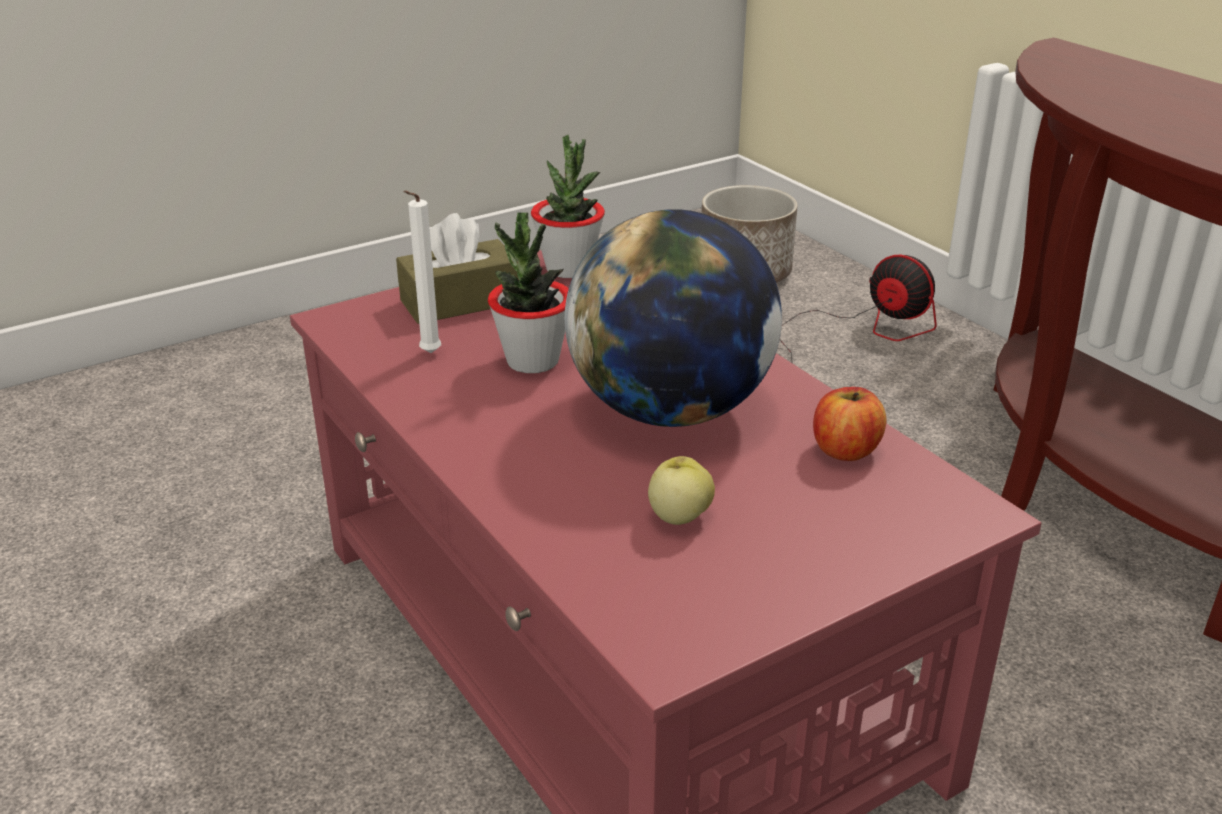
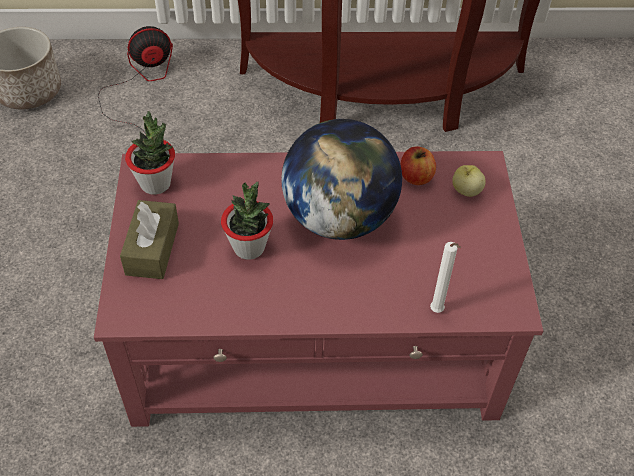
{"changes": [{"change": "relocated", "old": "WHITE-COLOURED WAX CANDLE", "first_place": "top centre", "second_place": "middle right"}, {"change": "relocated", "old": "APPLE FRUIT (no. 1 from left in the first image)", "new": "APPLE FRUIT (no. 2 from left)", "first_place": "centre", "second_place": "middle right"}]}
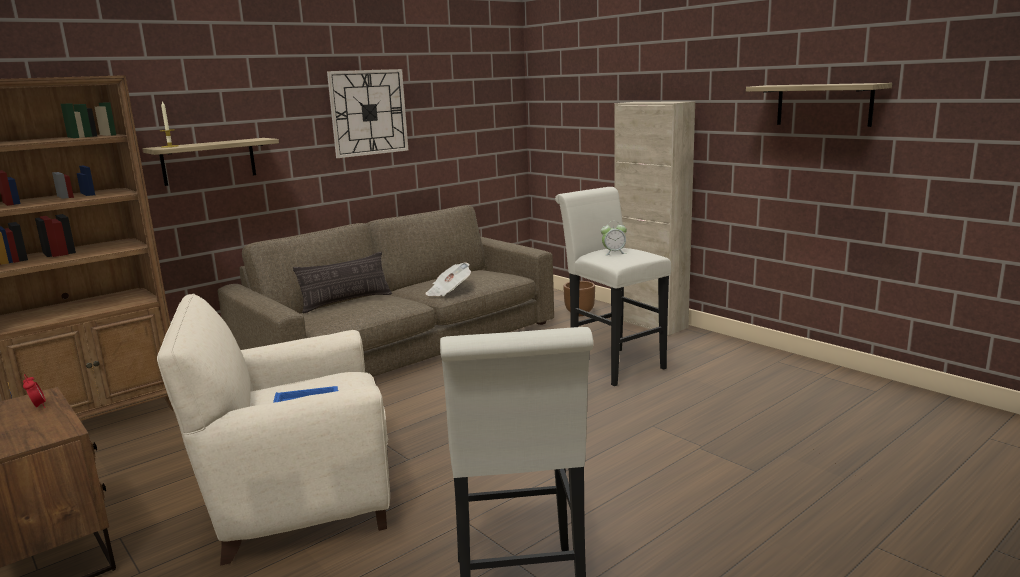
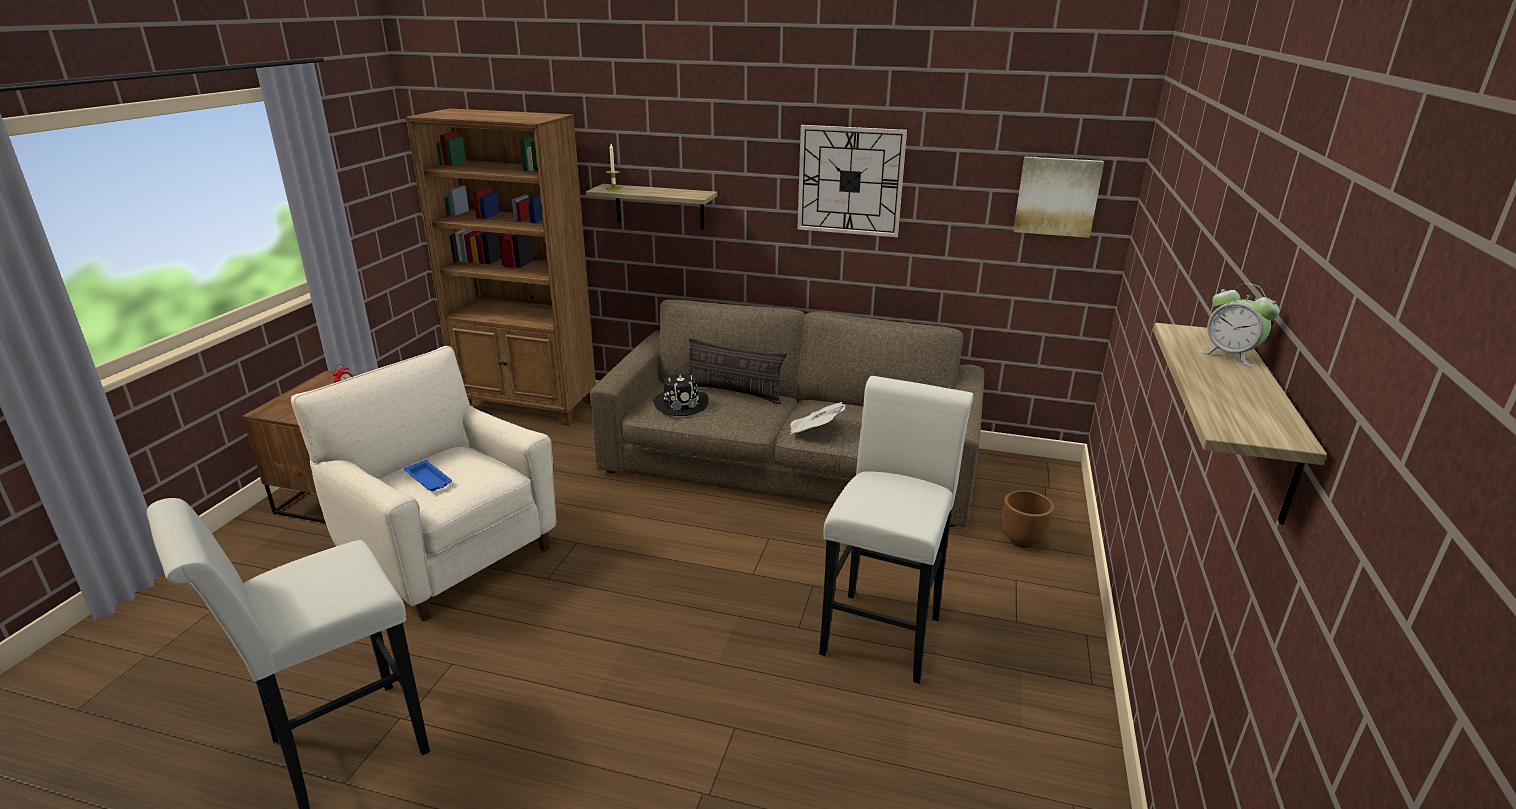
{"changes": [{"change": "missing", "old": "SAND-COLOURED STORAGE CABINET", "first_place": "centre"}, {"change": "appeared", "new": "BLACK CLOTHING HAT", "second_place": "centre"}, {"change": "appeared", "new": "WALL ART", "second_place": "top right"}, {"change": "relocated", "old": "ALARM CLOCK (no. 2 from left)", "first_place": "centre", "second_place": "middle right"}]}
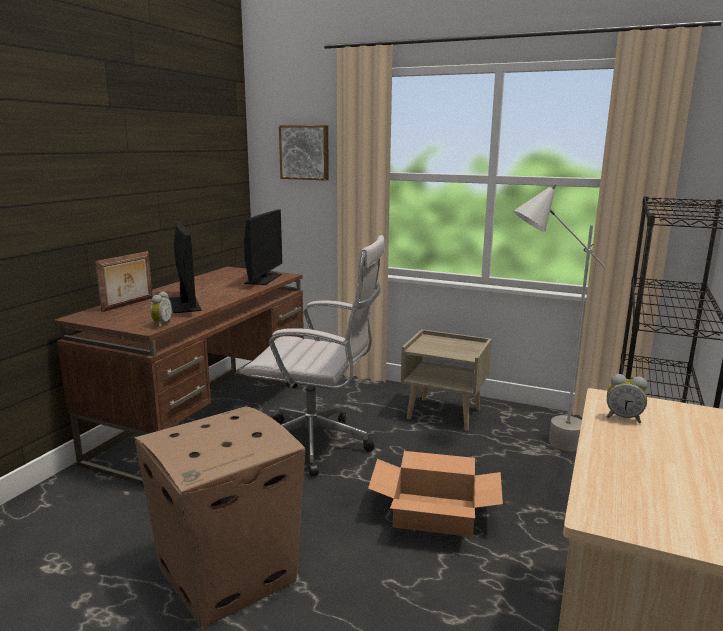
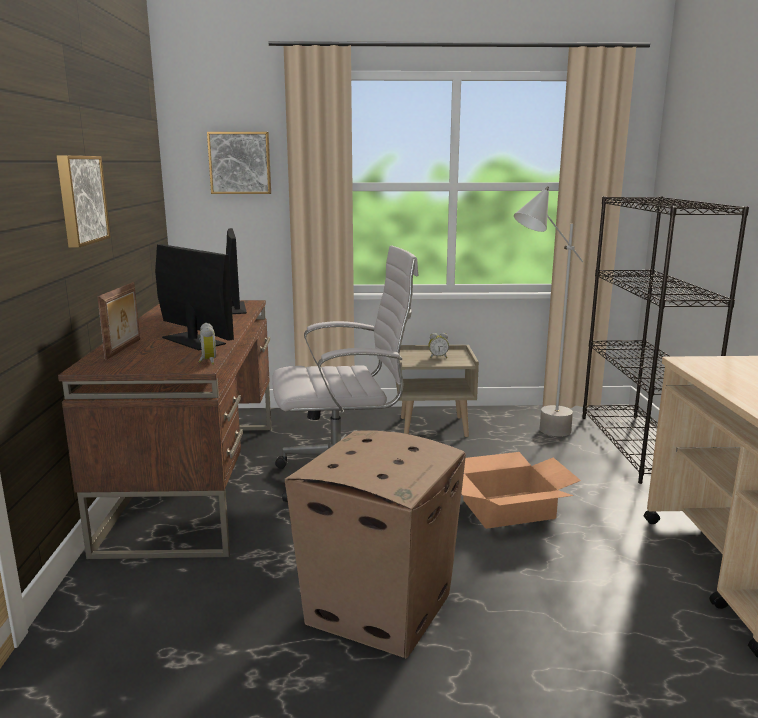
{"changes": [{"change": "appeared", "new": "WALL ART (no. 1 from left)", "second_place": "top left"}, {"change": "relocated", "old": "ALARM CLOCK (no. 2 from left)", "first_place": "middle right", "second_place": "centre"}]}
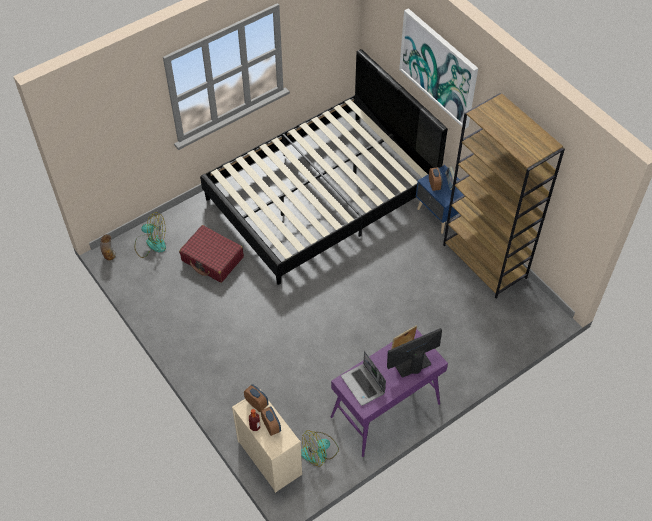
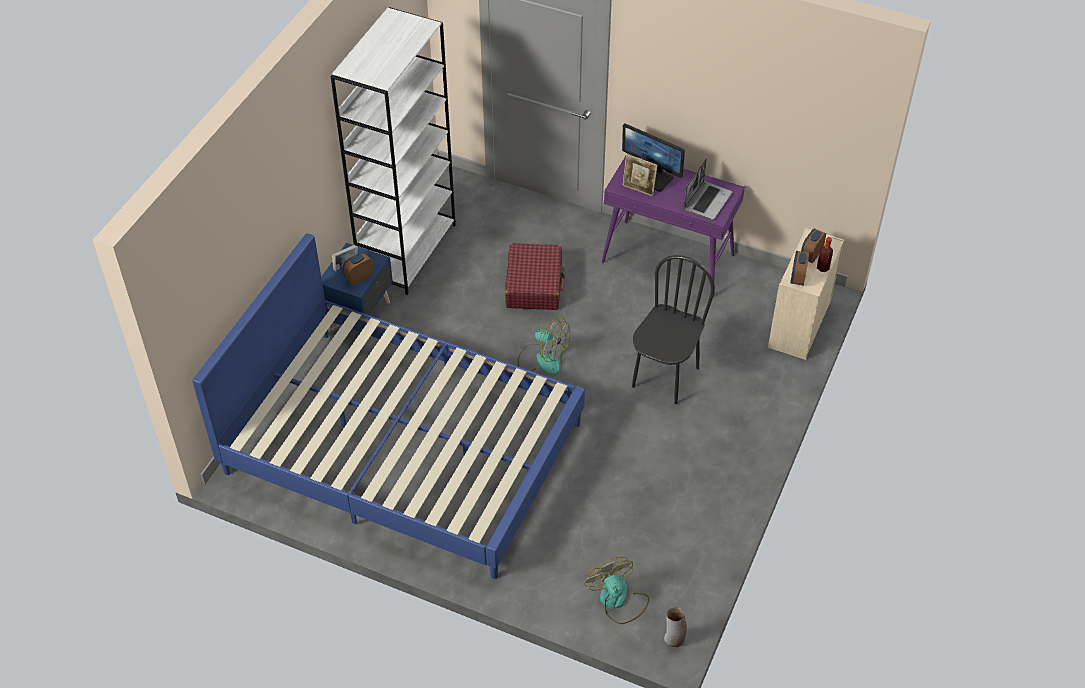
{"changes": [{"change": "missing", "old": "WALL ART", "first_place": "top right"}, {"change": "appeared", "new": "BLACK UPRIGHT CHAIR", "second_place": "centre"}, {"change": "relocated", "old": "RED SUITCASE", "first_place": "middle left", "second_place": "centre"}, {"change": "relocated", "old": "COOLING FAN (no. 2 from left in the first image)", "new": "COOLING FAN (no. 1 from left)", "first_place": "bottom centre", "second_place": "centre"}, {"change": "colour", "old": "BLACK BED", "new": "BLUE BED", "first_place": "top centre", "second_place": "centre"}, {"change": "colour", "old": "BROWN SHELVING UNIT", "new": "WHITE-COLOURED SHELVING UNIT", "first_place": "middle right", "second_place": "top centre"}]}
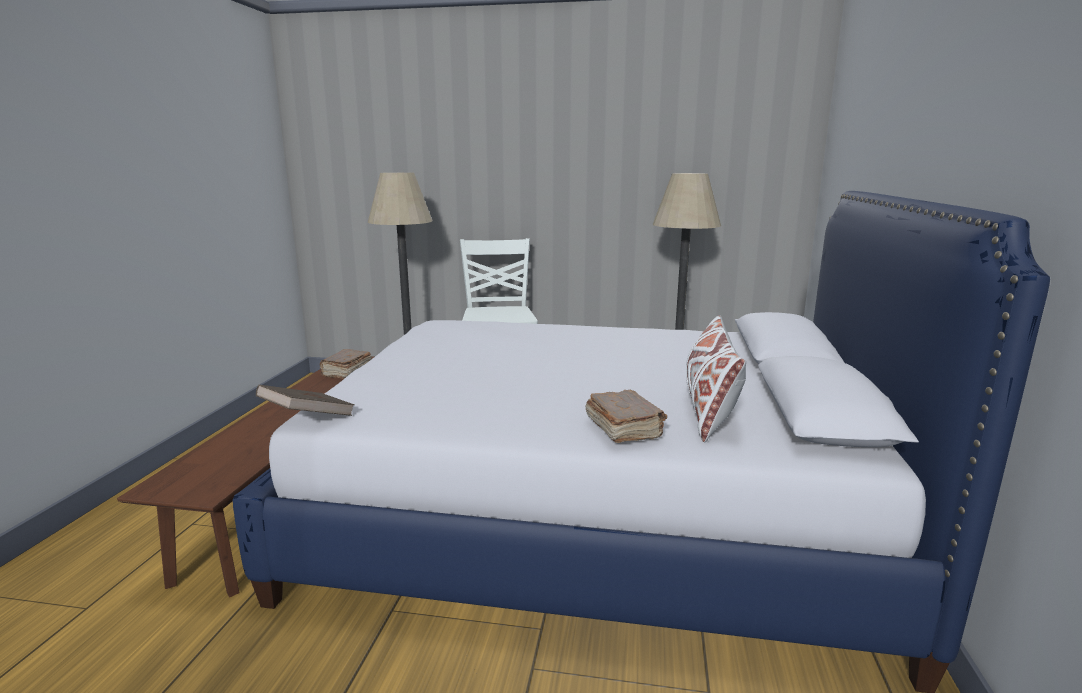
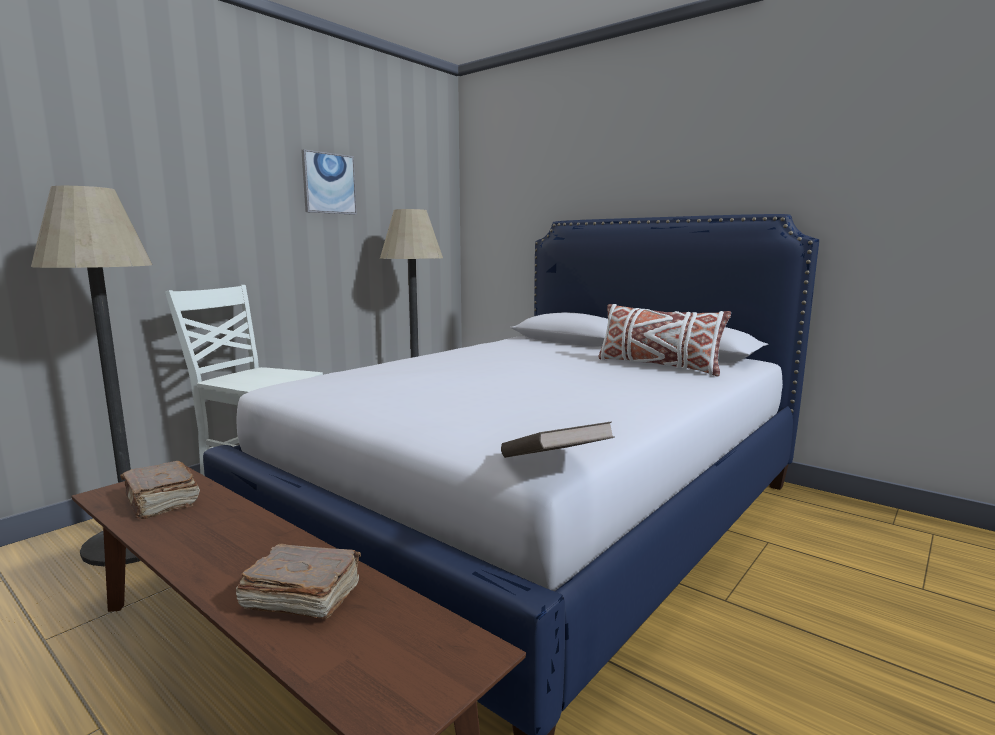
{"changes": [{"change": "appeared", "new": "WALL ART", "second_place": "top left"}, {"change": "relocated", "old": "BROWN BOOK (no. 3 from left in the first image)", "new": "BROWN BOOK (no. 2 from left)", "first_place": "centre", "second_place": "bottom left"}]}
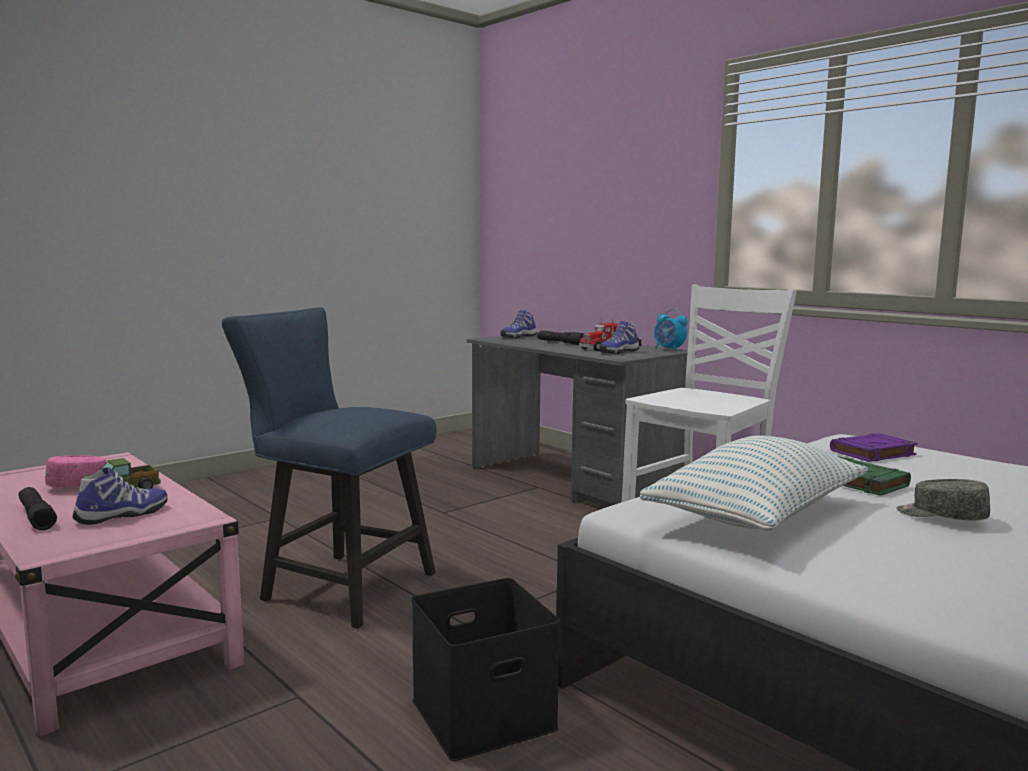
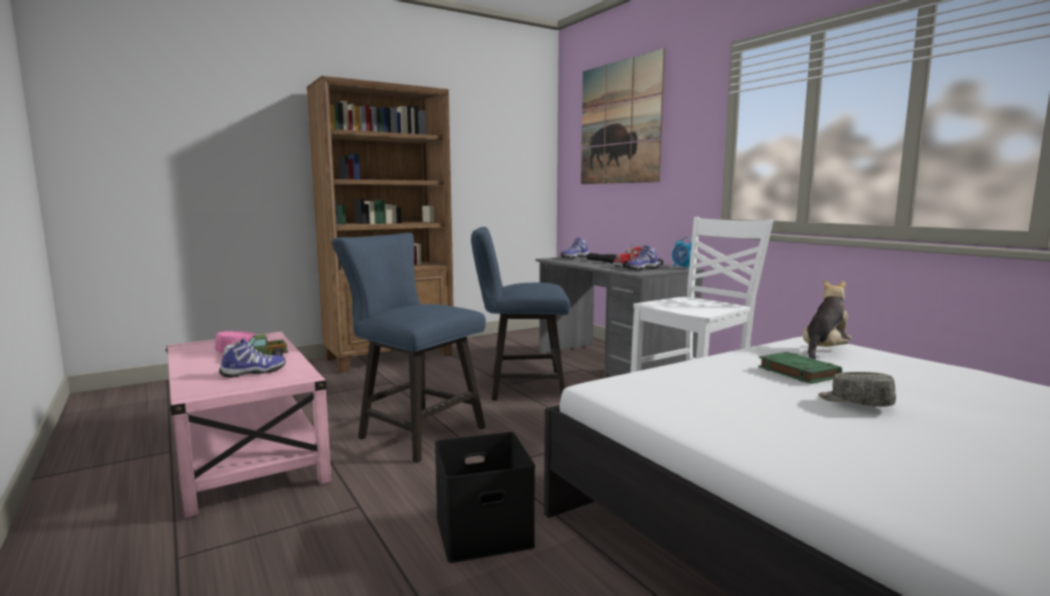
{"changes": [{"change": "missing", "old": "BLACK HAND TORCH (no. 1 from left)", "first_place": "middle left"}, {"change": "missing", "old": "THROW PILLOW", "first_place": "middle right"}, {"change": "appeared", "new": "BROWN SHELVING UNIT", "second_place": "centre"}, {"change": "appeared", "new": "BLUE UPRIGHT CHAIR (no. 2 from left)", "second_place": "centre"}, {"change": "appeared", "new": "WALL ART", "second_place": "top centre"}, {"change": "exchanged", "old": "PURPLE BOOK", "new": "PLUSH TOY", "first_place": "middle right", "second_place": "middle right"}]}
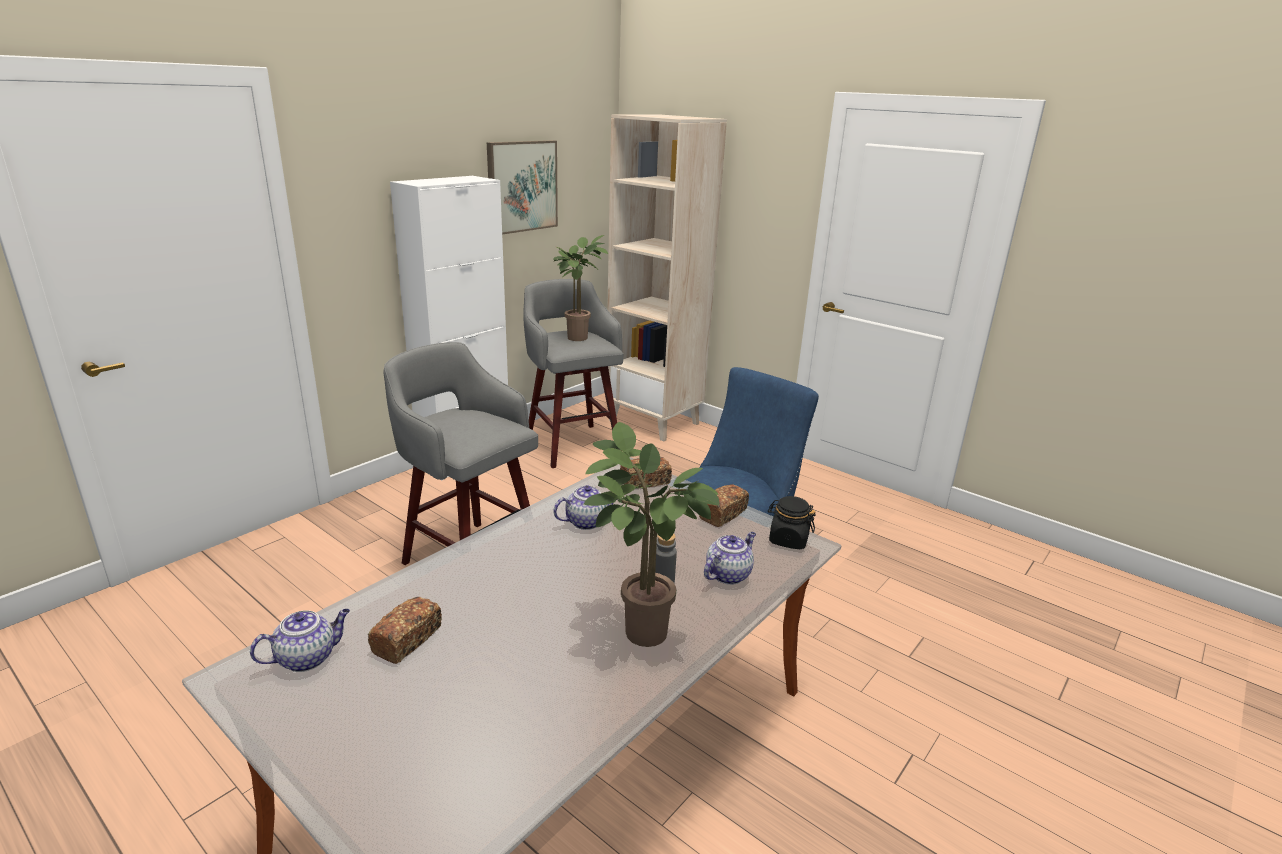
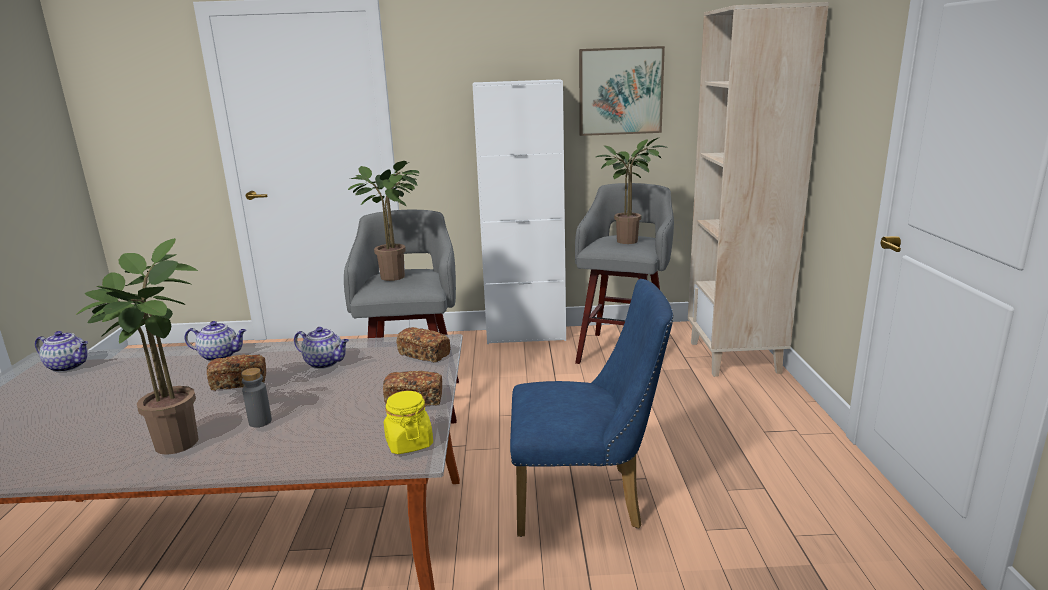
{"changes": [{"change": "appeared", "new": "HOUSEPLANT (no. 2 from left)", "second_place": "centre"}, {"change": "relocated", "old": "BAKERY BREAD (no. 1 from left)", "first_place": "bottom left", "second_place": "middle left"}, {"change": "relocated", "old": "TEAPOT (no. 3 from left in the first image)", "new": "TEAPOT (no. 2 from left)", "first_place": "centre", "second_place": "middle left"}, {"change": "colour", "old": "BLACK STORAGE JAR", "new": "YELLOWISH STORAGE JAR", "first_place": "centre", "second_place": "bottom centre"}]}
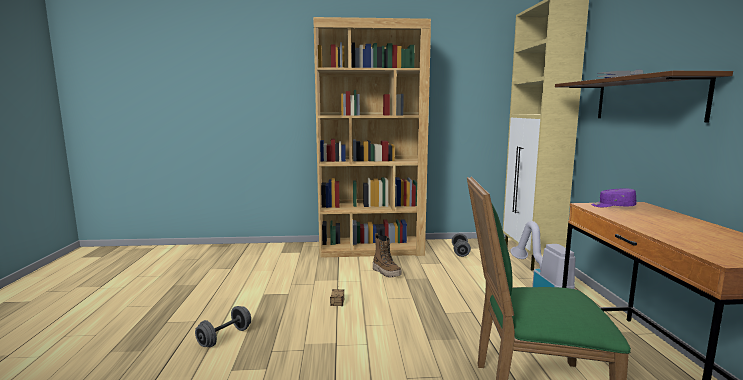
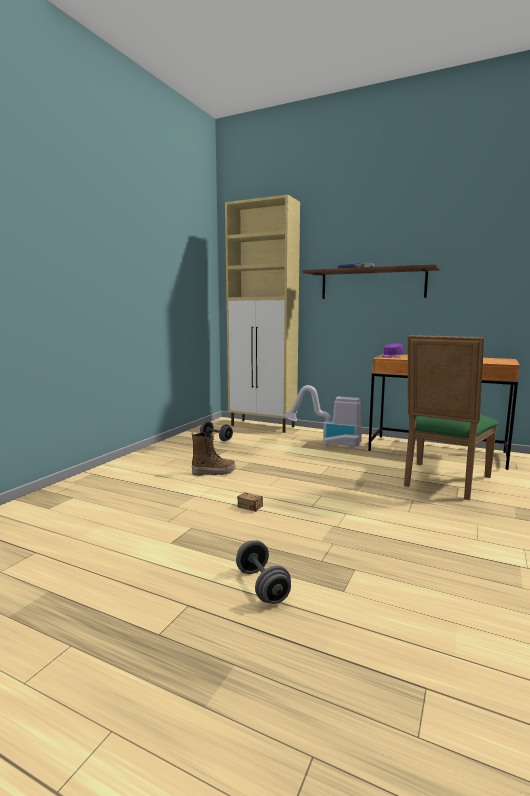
{"changes": [{"change": "missing", "old": "BROWN SHELVING UNIT", "first_place": "centre"}]}
